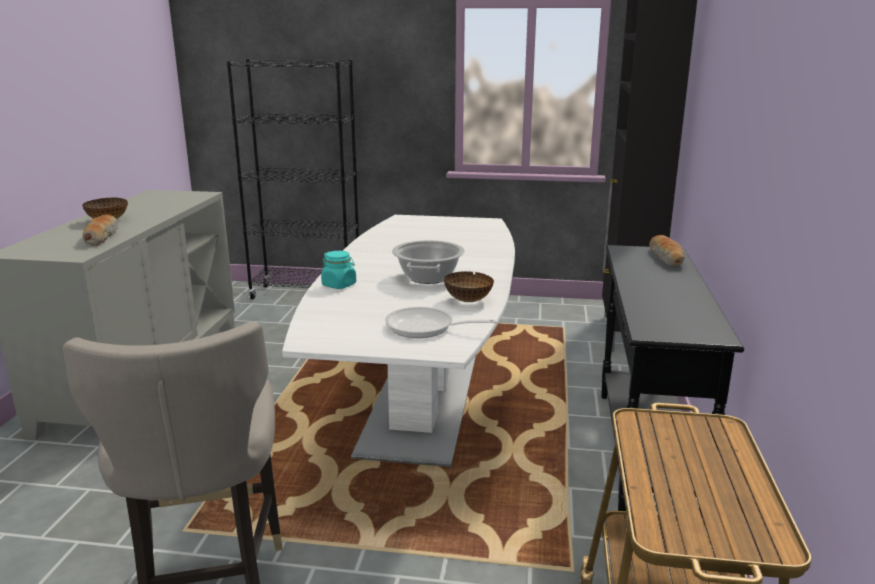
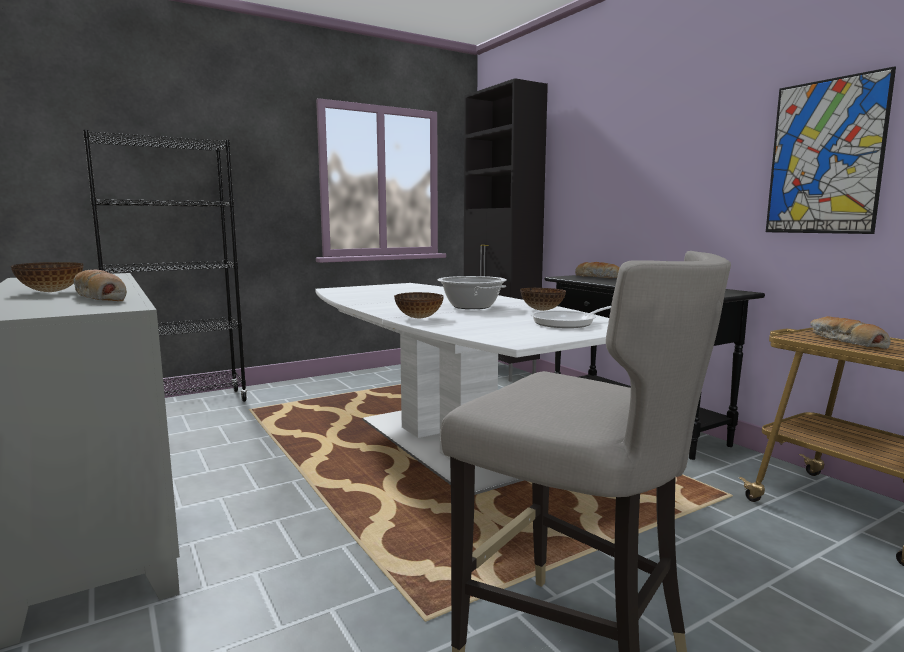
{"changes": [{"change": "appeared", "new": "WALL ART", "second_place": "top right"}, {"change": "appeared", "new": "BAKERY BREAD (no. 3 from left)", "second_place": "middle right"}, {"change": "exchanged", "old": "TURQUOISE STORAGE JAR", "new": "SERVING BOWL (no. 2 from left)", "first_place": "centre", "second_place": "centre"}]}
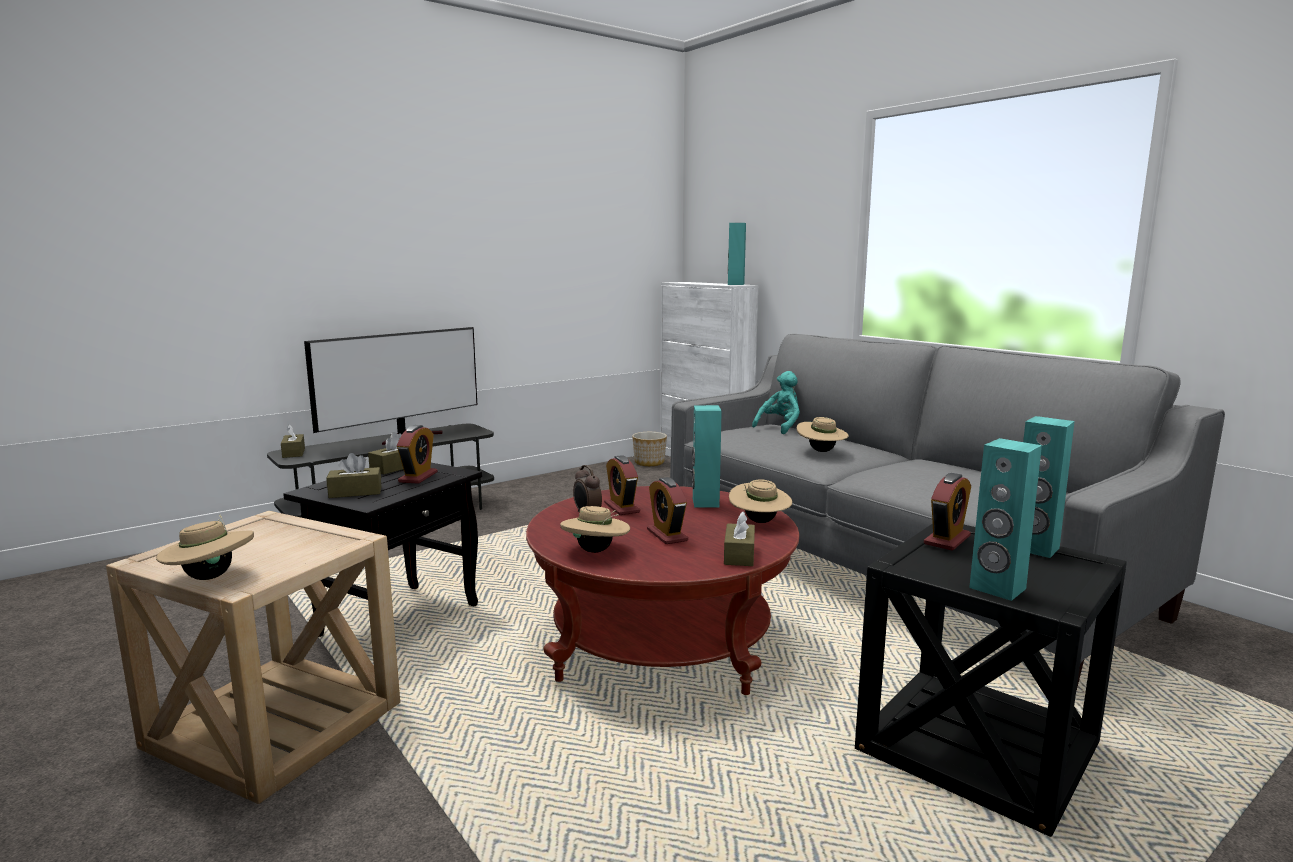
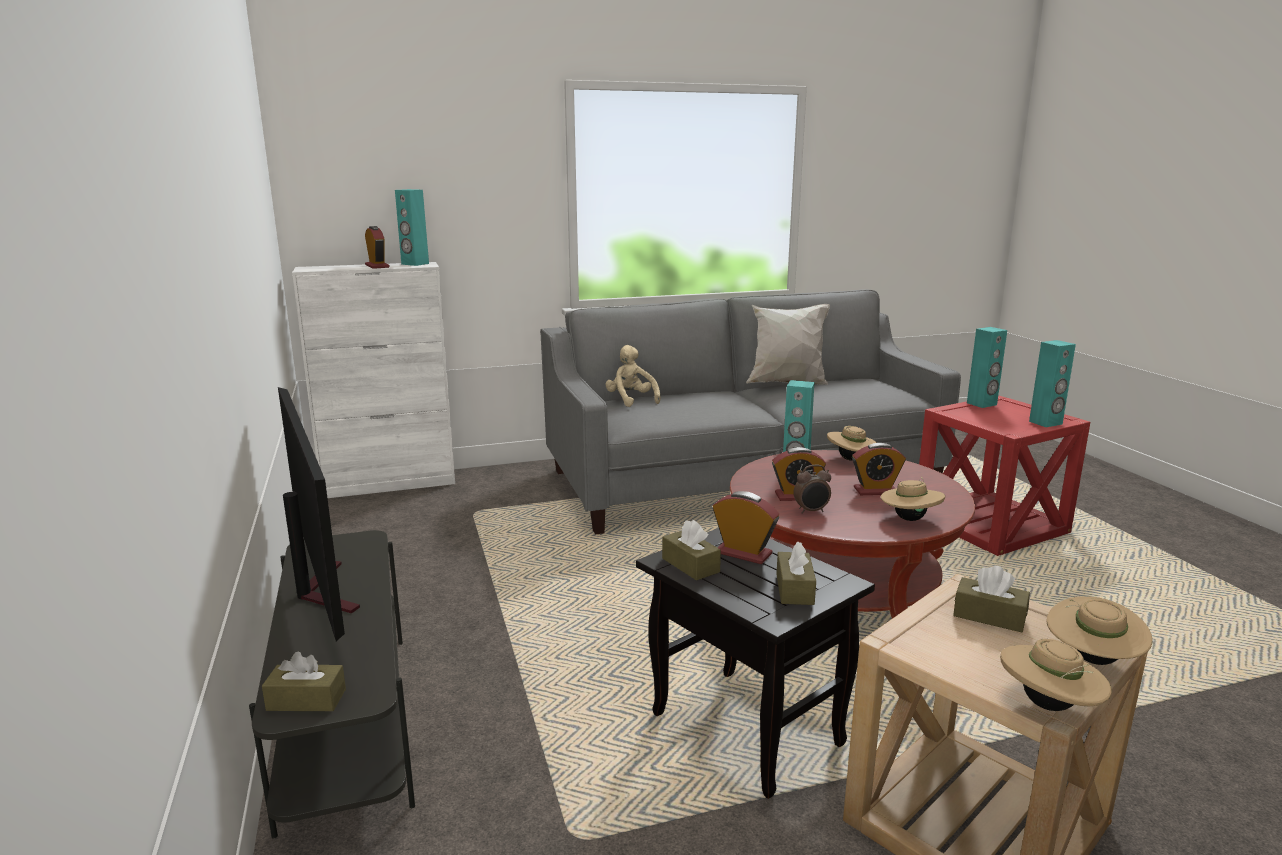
{"changes": [{"change": "missing", "old": "PLANT POT", "first_place": "centre"}, {"change": "appeared", "new": "WHITE-COLOURED THROW PILLOW", "second_place": "centre"}, {"change": "relocated", "old": "BROWN TISSUE HOLDER (no. 4 from left)", "first_place": "centre", "second_place": "bottom right"}, {"change": "relocated", "old": "SAND-COLOURED CLOTHING HAT (no. 4 from left in the first image)", "new": "SAND-COLOURED CLOTHING HAT (no. 3 from left)", "first_place": "centre", "second_place": "bottom right"}, {"change": "relocated", "old": "ALARM CLOCK (no. 5 from left in the first image)", "new": "ALARM CLOCK (no. 1 from left)", "first_place": "middle right", "second_place": "top left"}, {"change": "colour", "old": "TURQUOISE PLUSH TOY", "new": "SAND-COLOURED PLUSH TOY", "first_place": "centre", "second_place": "centre"}, {"change": "colour", "old": "BLACK END TABLE (no. 2 from left)", "new": "RED END TABLE", "first_place": "bottom right", "second_place": "middle right"}]}
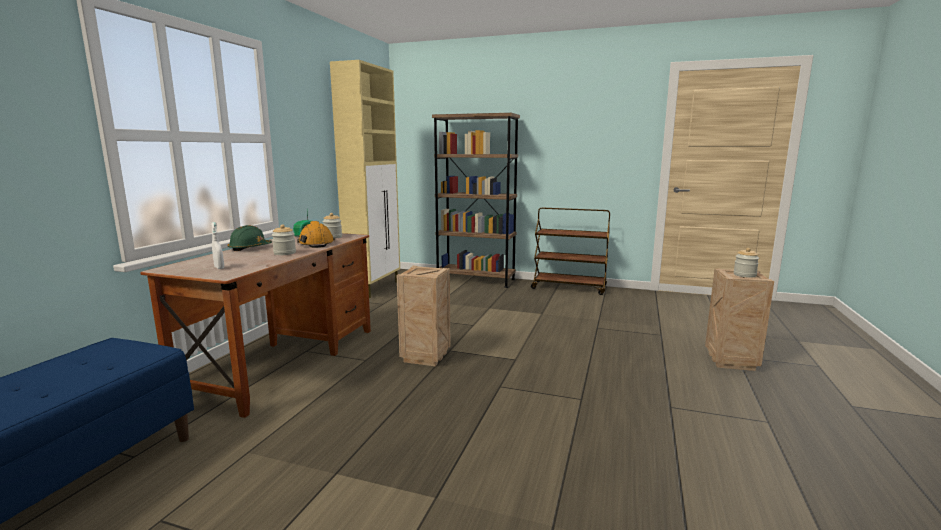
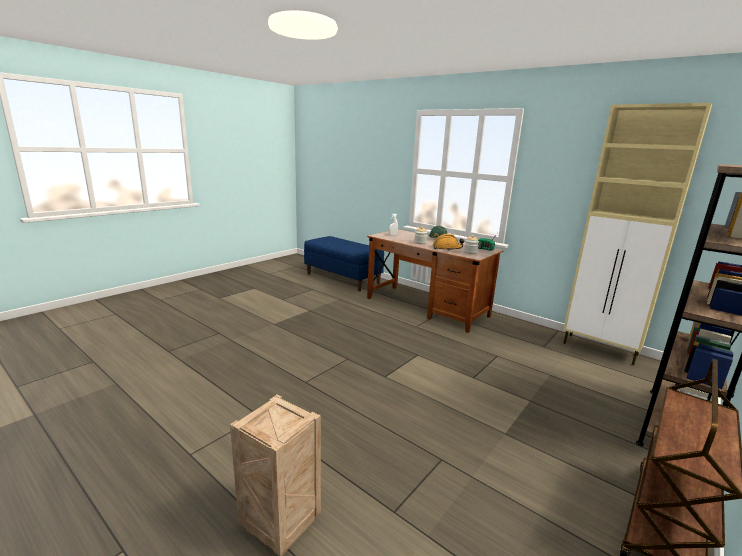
{"changes": [{"change": "missing", "old": "PACKING CRATE (no. 1 from left)", "first_place": "centre"}, {"change": "missing", "old": "STORAGE JAR (no. 3 from left)", "first_place": "middle right"}]}
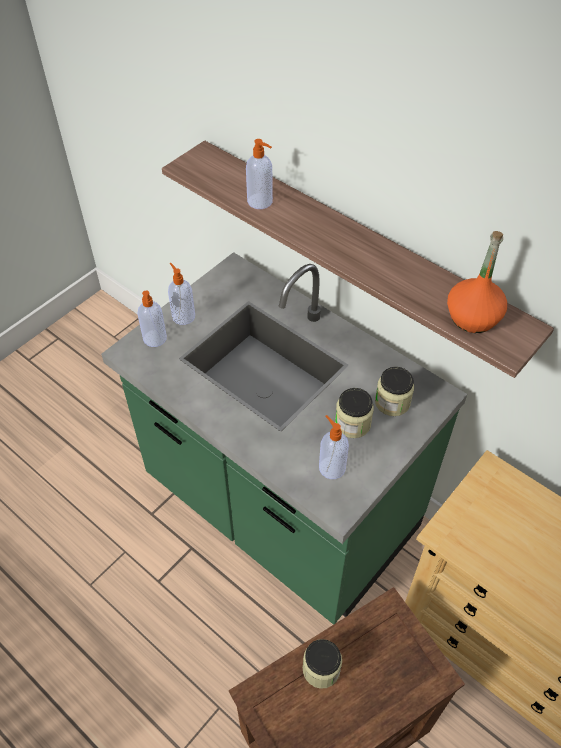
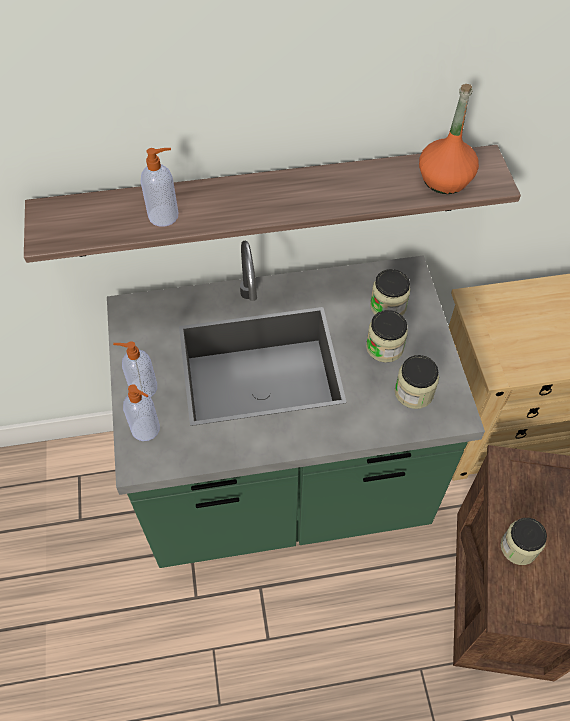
{"changes": [{"change": "exchanged", "old": "SOAP BOTTLE (no. 4 from left)", "new": "STORAGE JAR (no. 3 from left)", "first_place": "centre", "second_place": "middle right"}]}
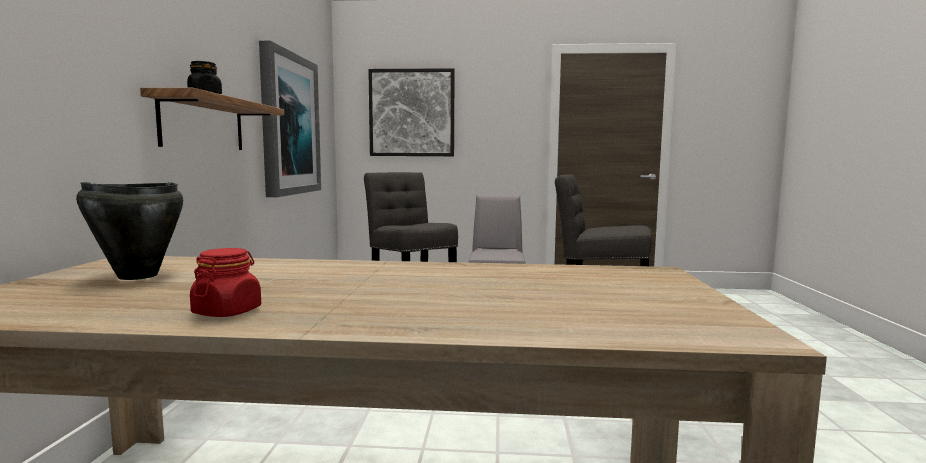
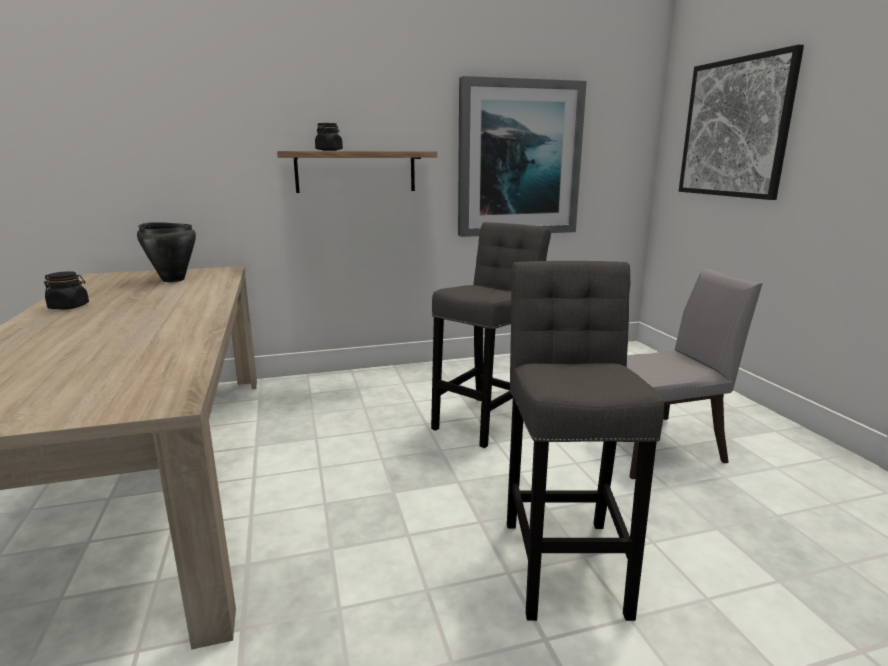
{"changes": [{"change": "colour", "old": "RED STORAGE JAR", "new": "BLACK STORAGE JAR (no. 1 from left)", "first_place": "middle left", "second_place": "middle left"}]}
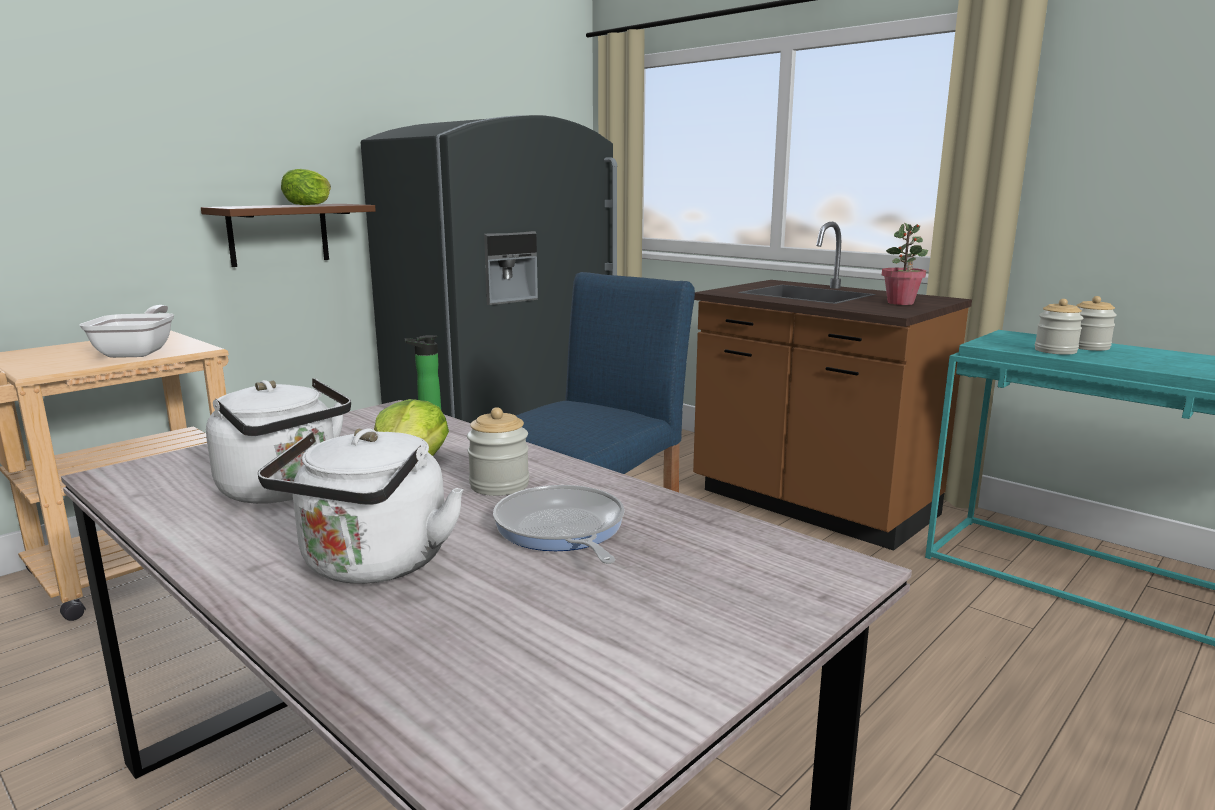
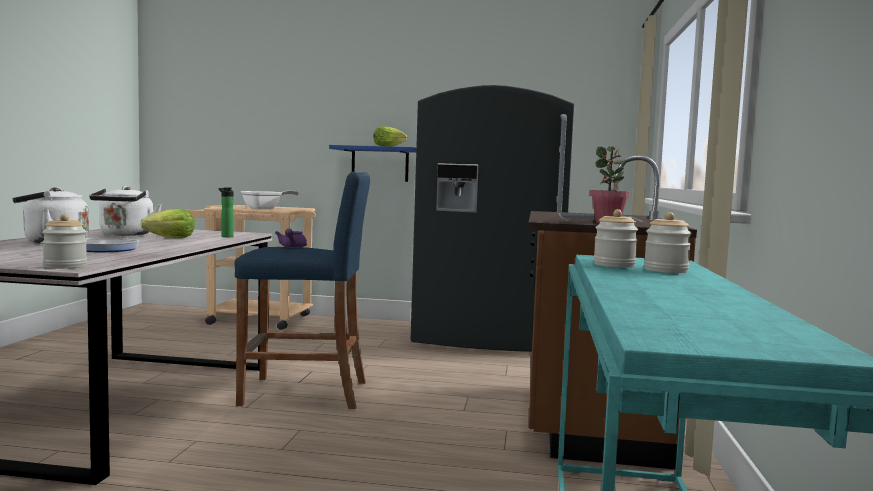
{"changes": [{"change": "appeared", "new": "PURPLE TEAPOT", "second_place": "centre"}, {"change": "relocated", "old": "STORAGE JAR (no. 1 from left)", "first_place": "centre", "second_place": "middle left"}, {"change": "colour", "old": "BROWN BRACKET SHELF", "new": "BLUE BRACKET SHELF", "first_place": "top left", "second_place": "top centre"}]}
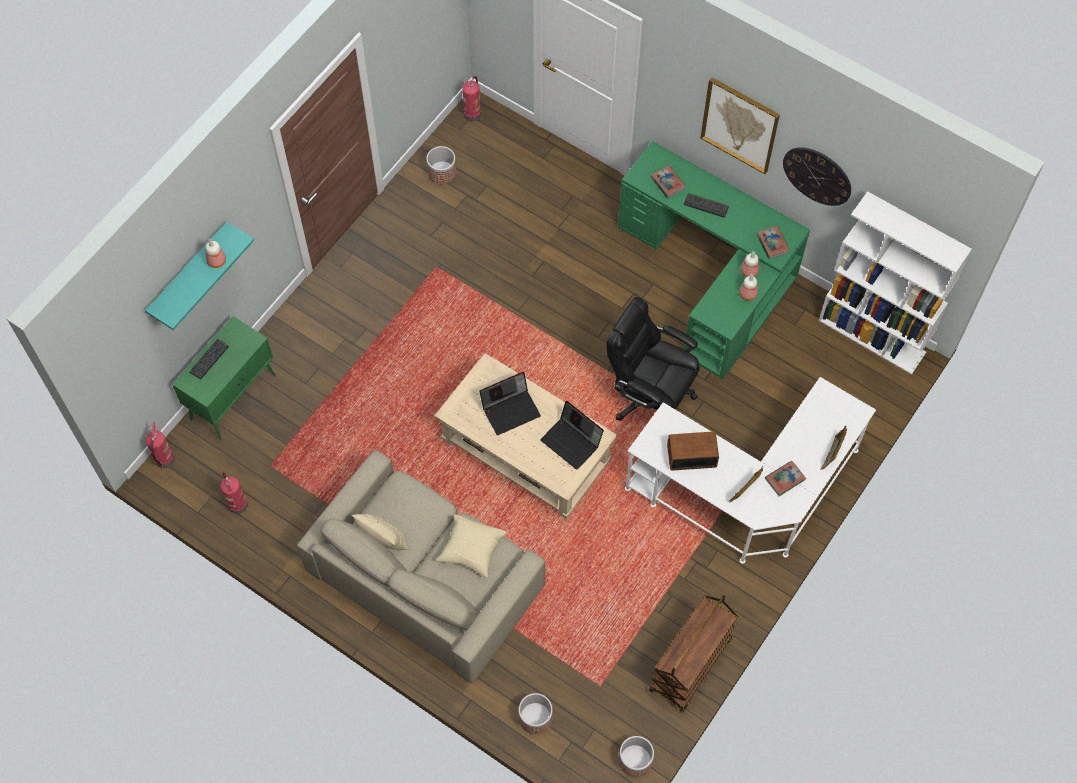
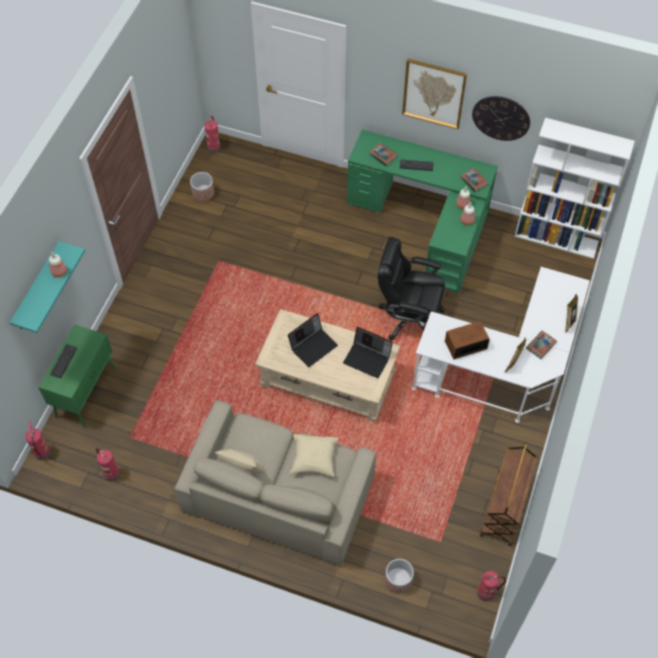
{"changes": [{"change": "exchanged", "old": "PLANT POT (no. 3 from left)", "new": "FIRE EXTINGUISHER (no. 4 from left)", "first_place": "bottom centre", "second_place": "bottom right"}]}
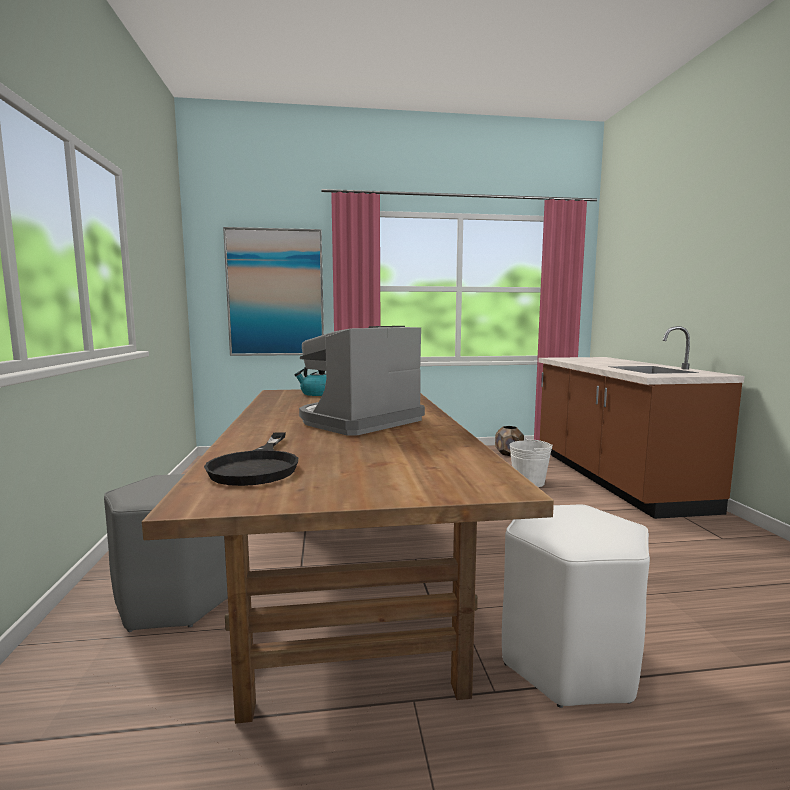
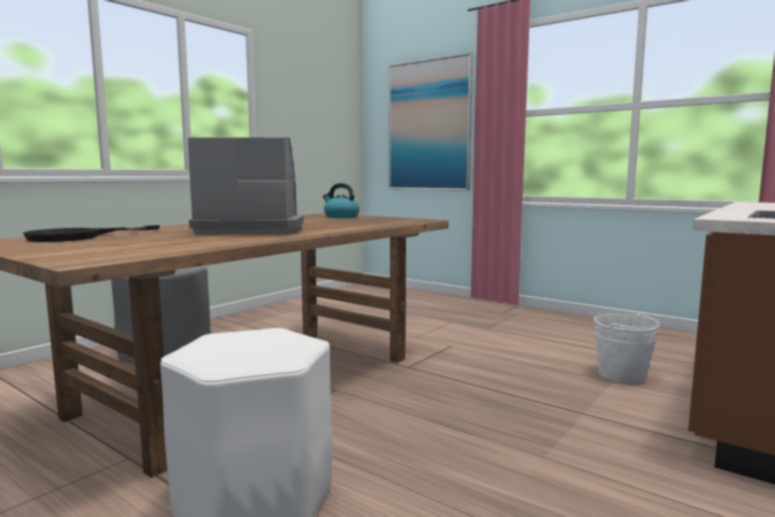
{"changes": [{"change": "missing", "old": "BROWN PLANT POT", "first_place": "centre"}]}
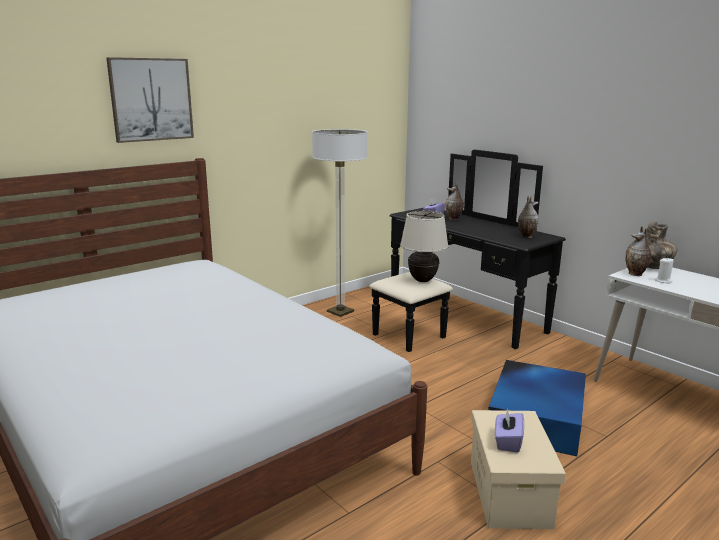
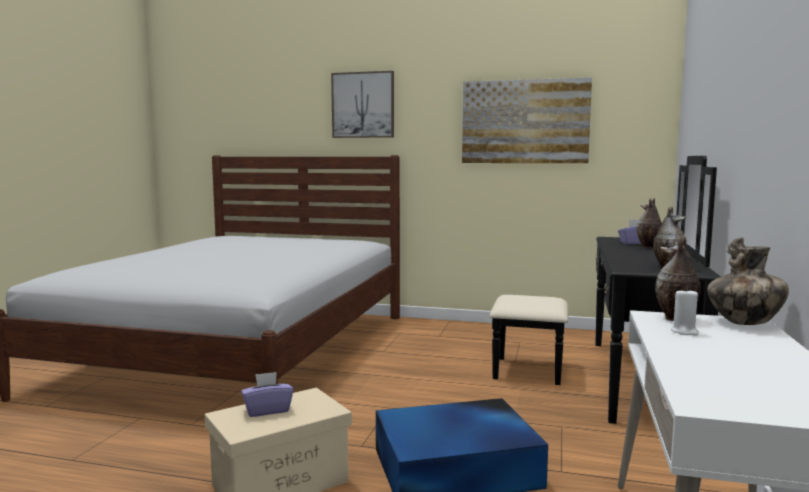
{"changes": [{"change": "missing", "old": "STANDARD LAMP", "first_place": "centre"}, {"change": "missing", "old": "SAND-COLOURED LAMP FOR A TABLE", "first_place": "centre"}, {"change": "appeared", "new": "WALL ART (no. 2 from left)", "second_place": "top centre"}]}
